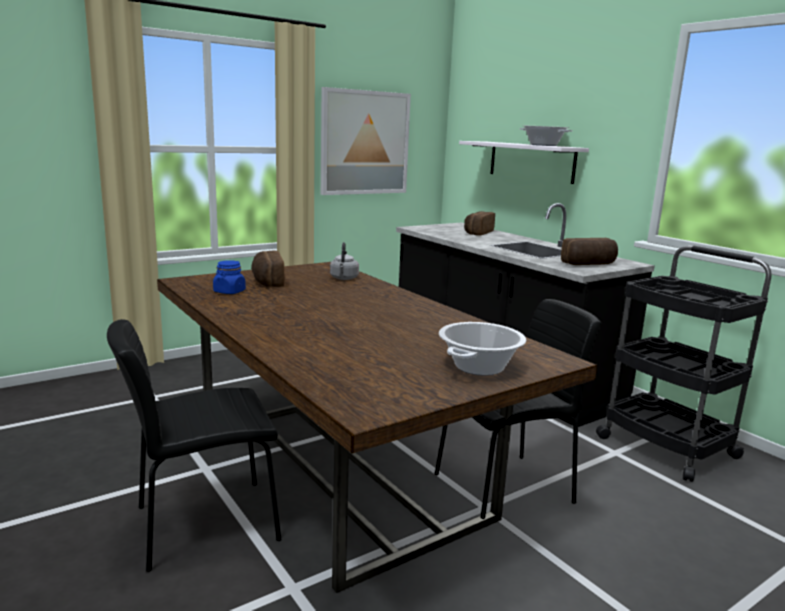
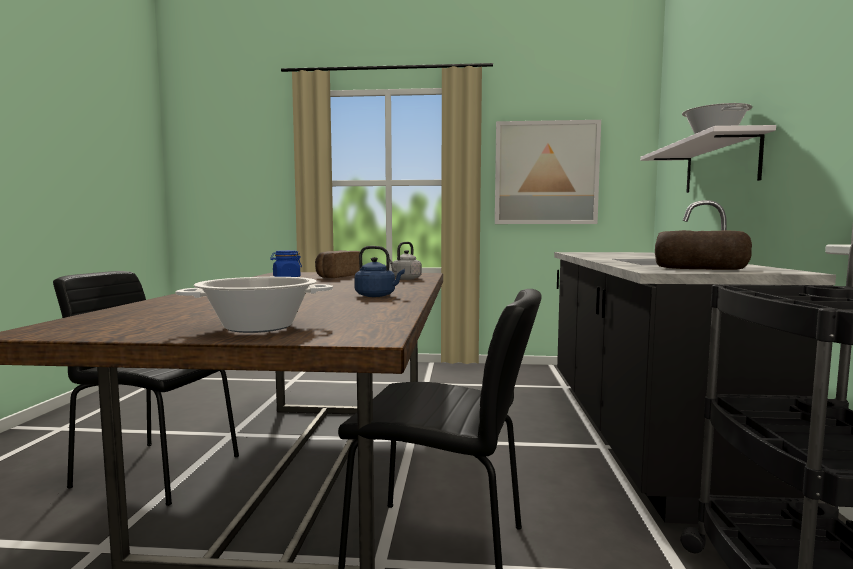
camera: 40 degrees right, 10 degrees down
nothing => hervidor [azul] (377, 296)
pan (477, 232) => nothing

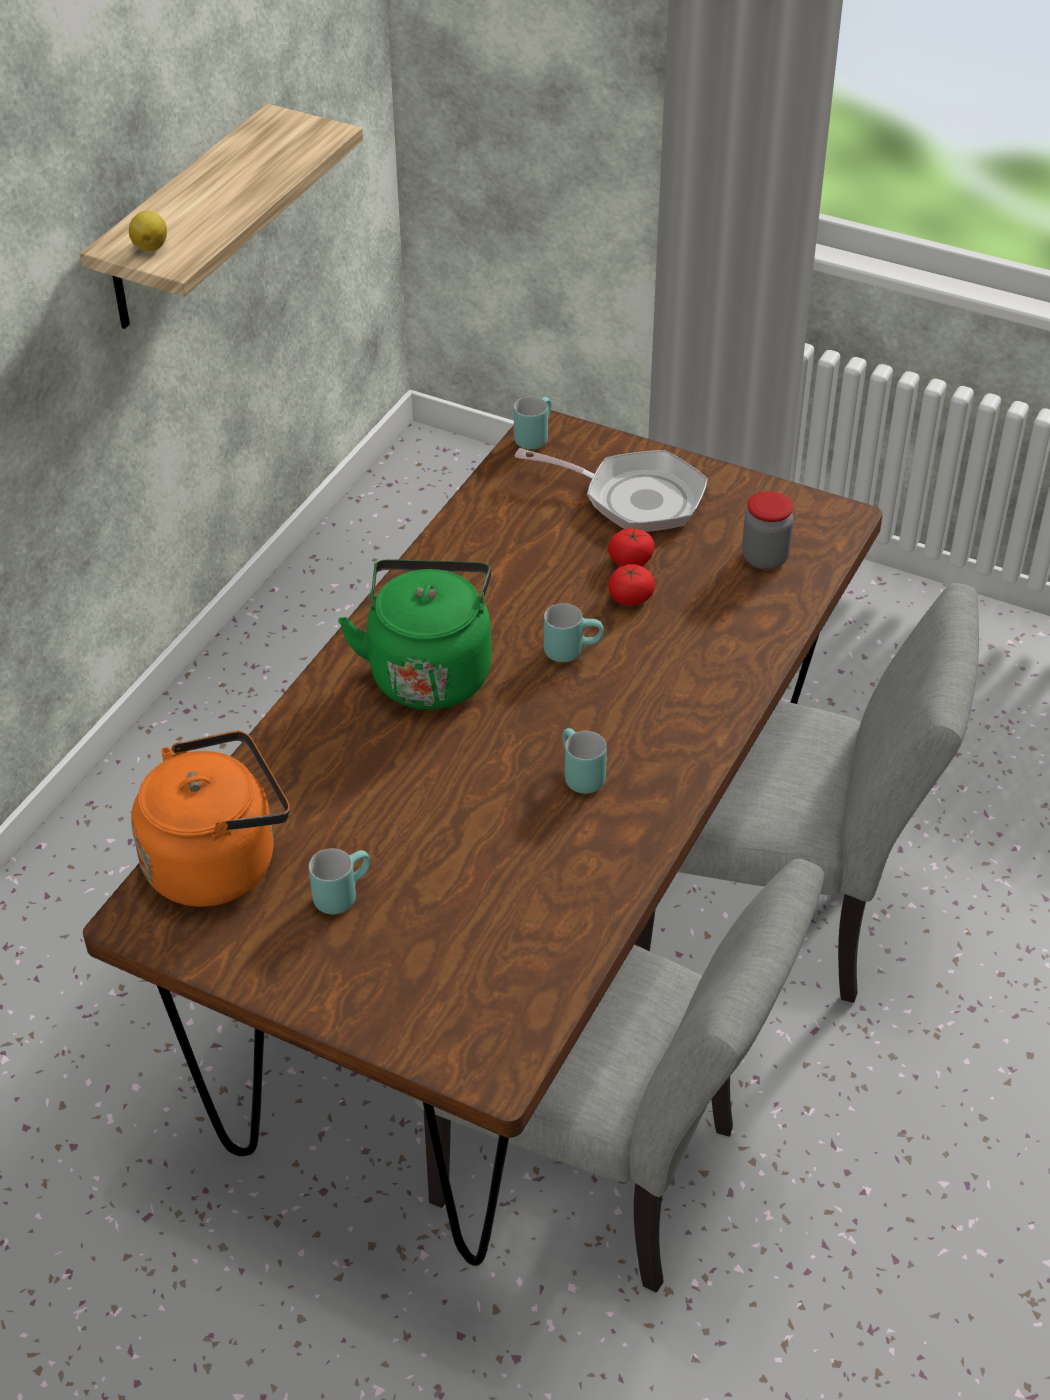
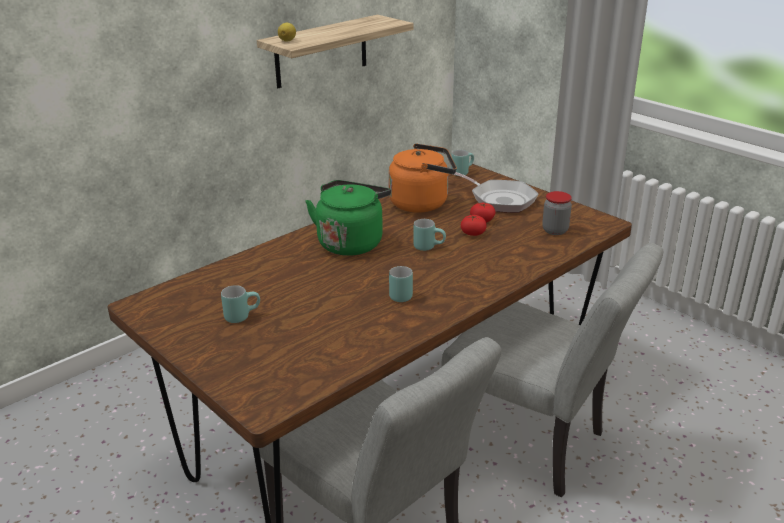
camera: 20 degrees right, 15 degrees down
hervidor [naranja] (218, 861) => hervidor [naranja] (422, 203), move

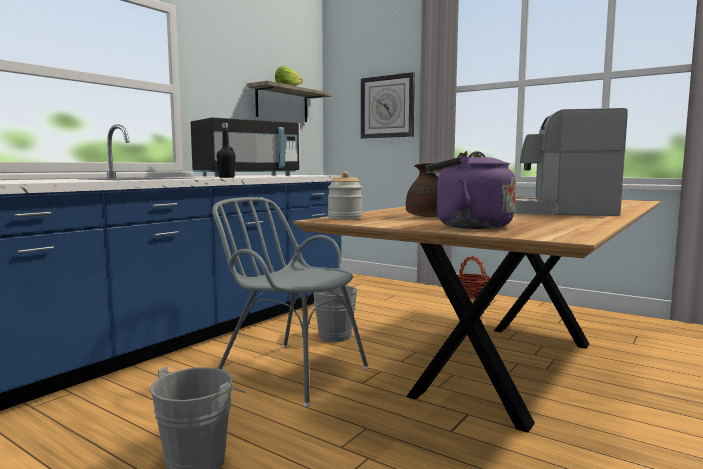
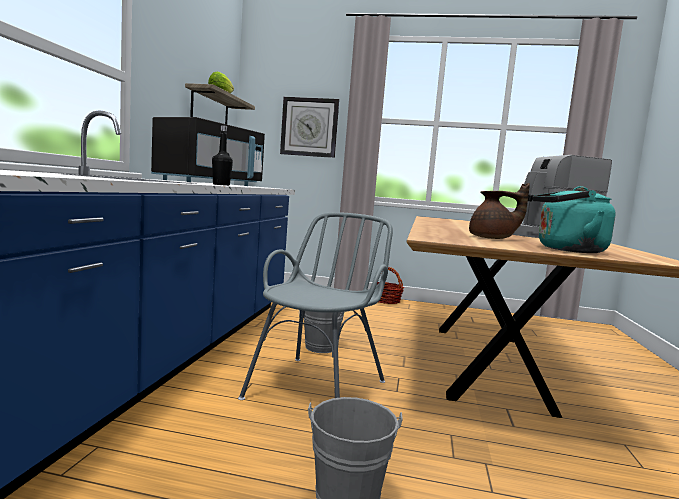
camera: 25 degrees left, 0 degrees up
silla [gris] (288, 370) => silla [gris] (318, 386), 105 degrees clockwise
hervidor [morado] (468, 226) => hervidor [turquesa] (566, 250)
tarro (345, 218) => nothing

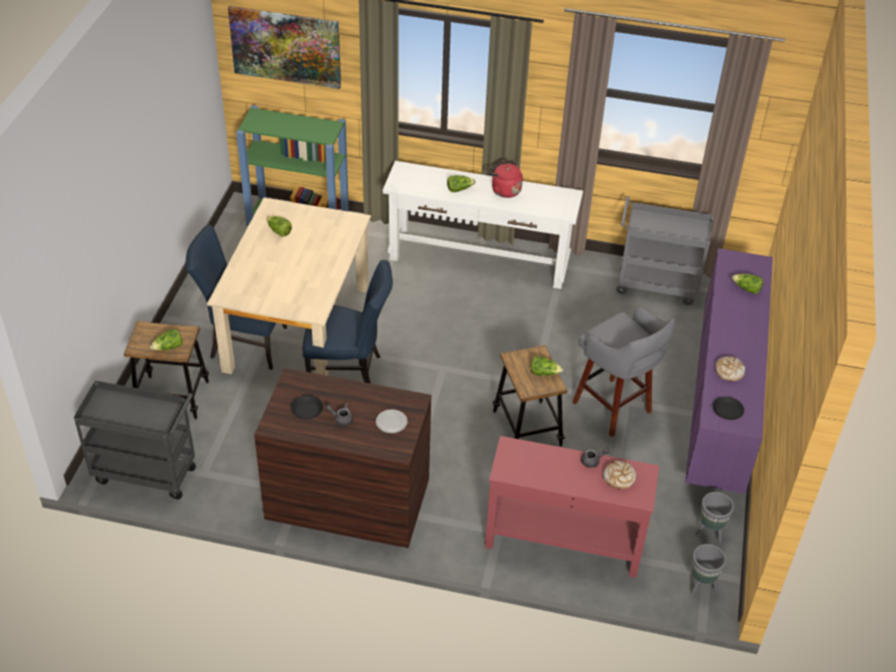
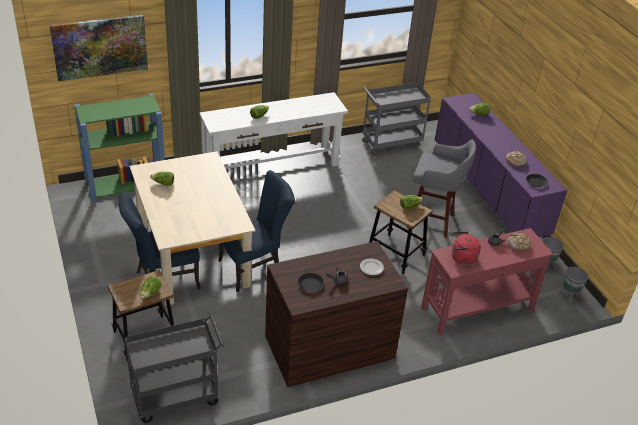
camera: 35 degrees left, 5 degrees down
hervidor [rojo] (504, 190) => hervidor [rojo] (462, 258), move

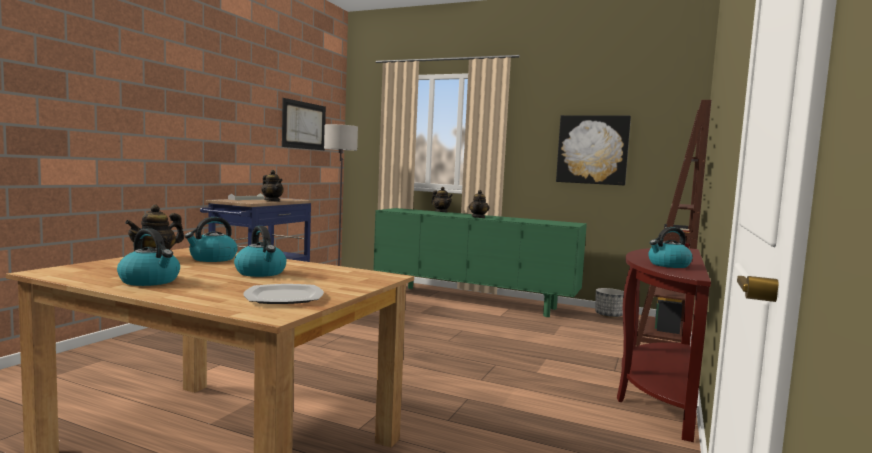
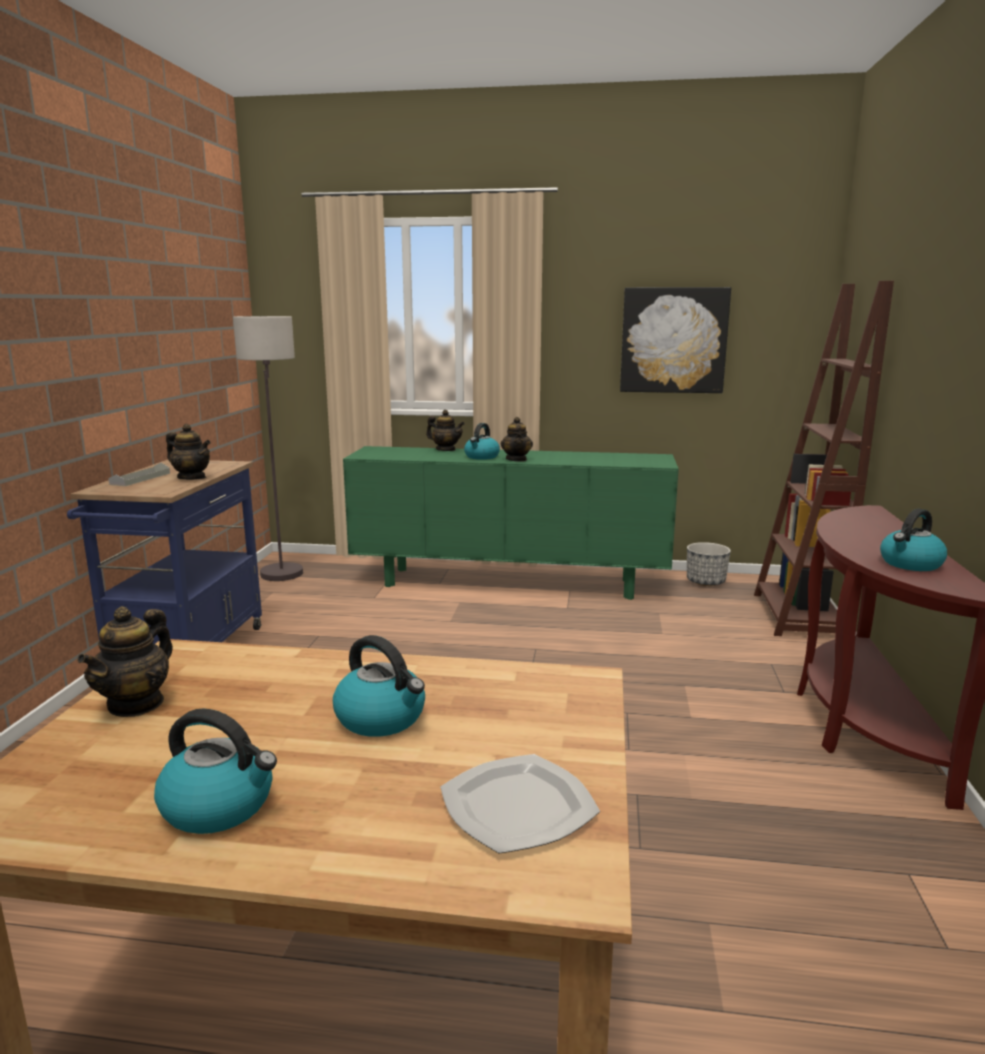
camera: 15 degrees left, 10 degrees up
hervidor (212, 259) => hervidor (481, 457), move
cuadro (304, 125) => nothing

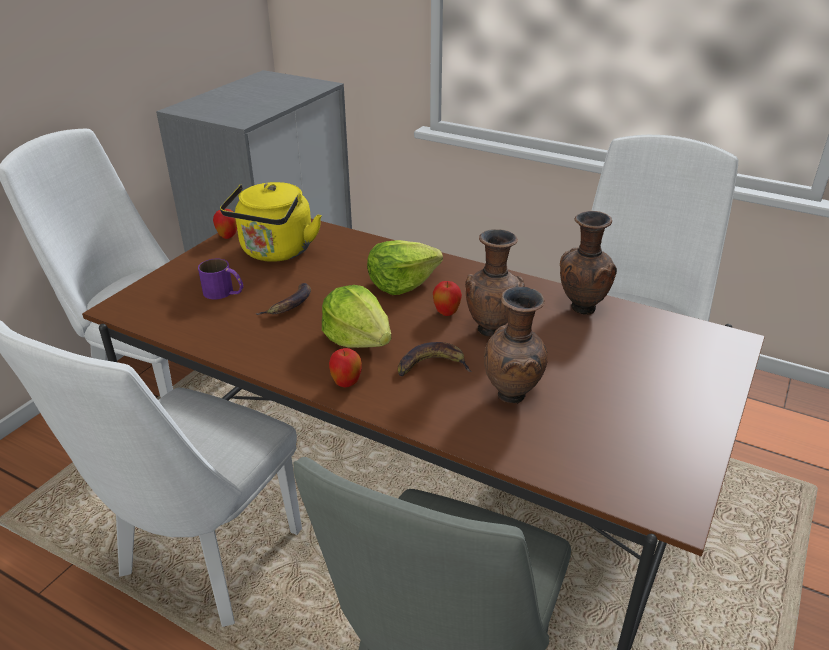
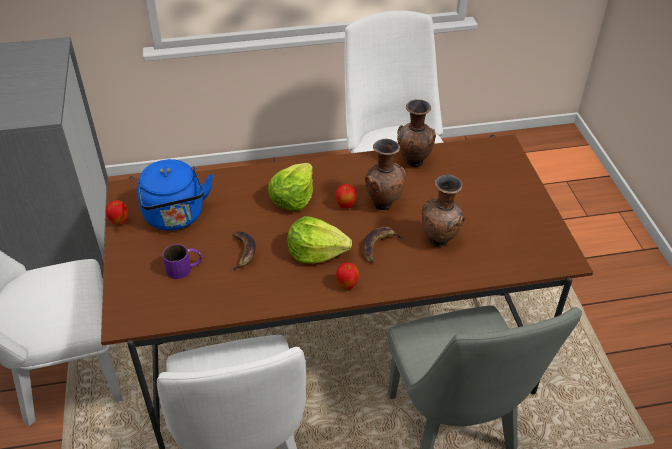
camera: 40 degrees left, 10 degrees up
hervidor [amarillo] (275, 252) => hervidor [azul] (176, 217)

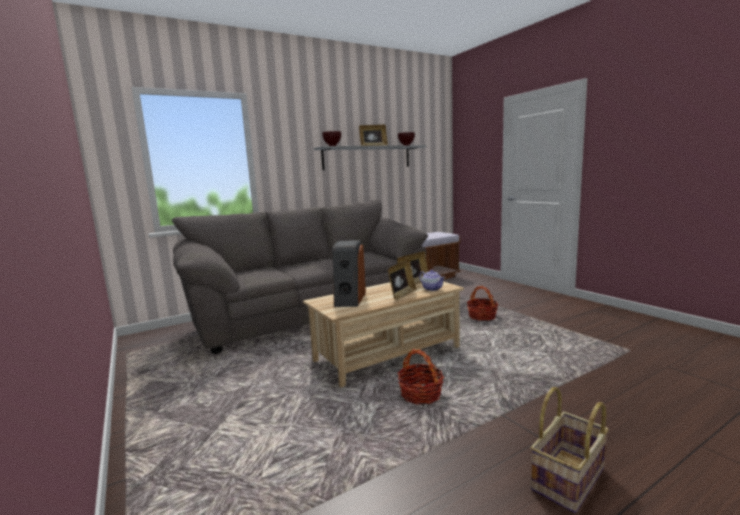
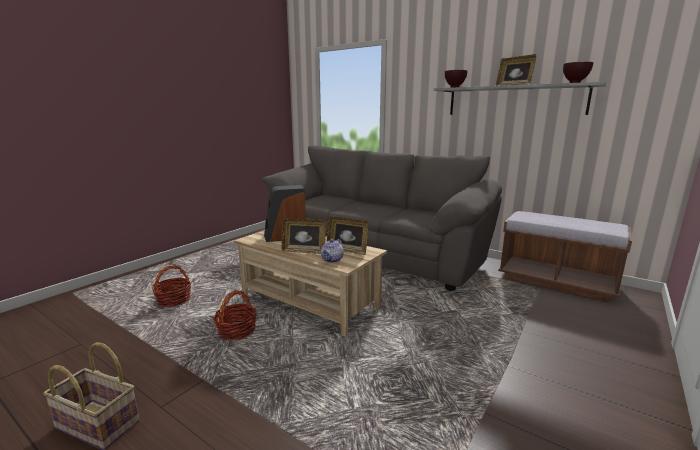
camera: 65 degrees right, 5 degrees up
cesta (482, 316) => cesta (174, 300), move

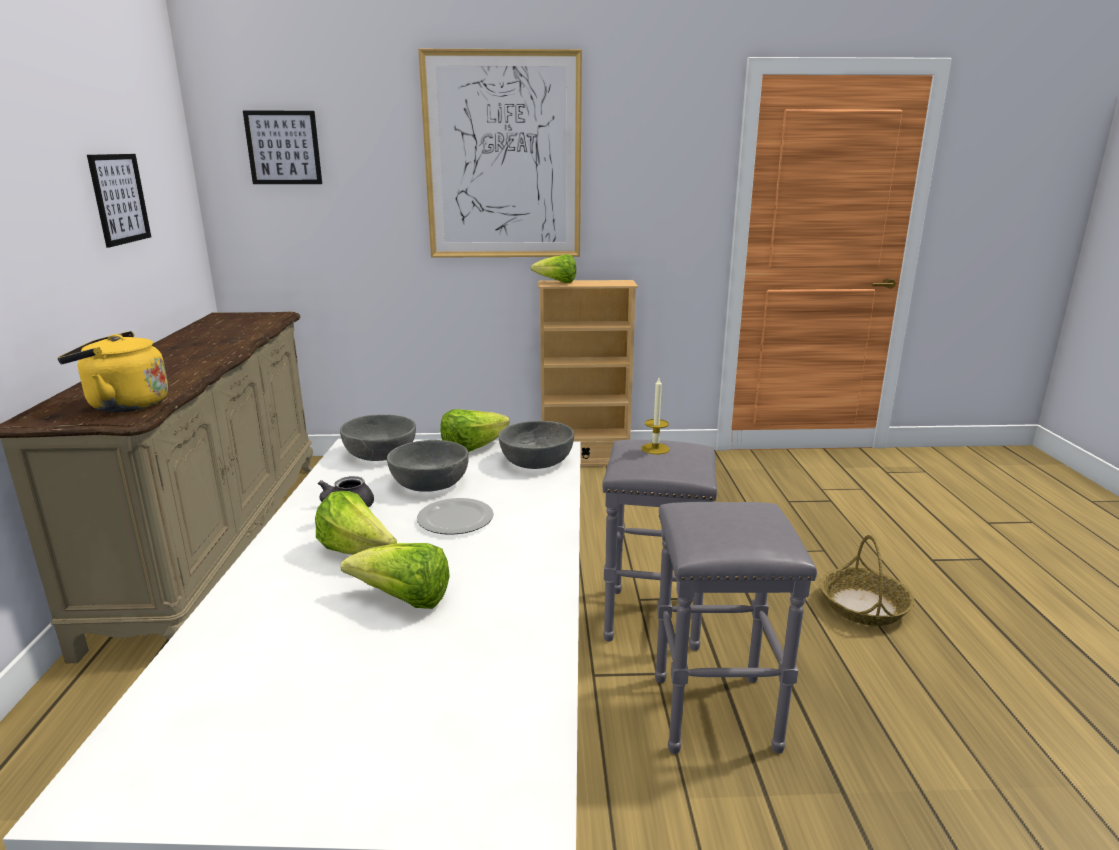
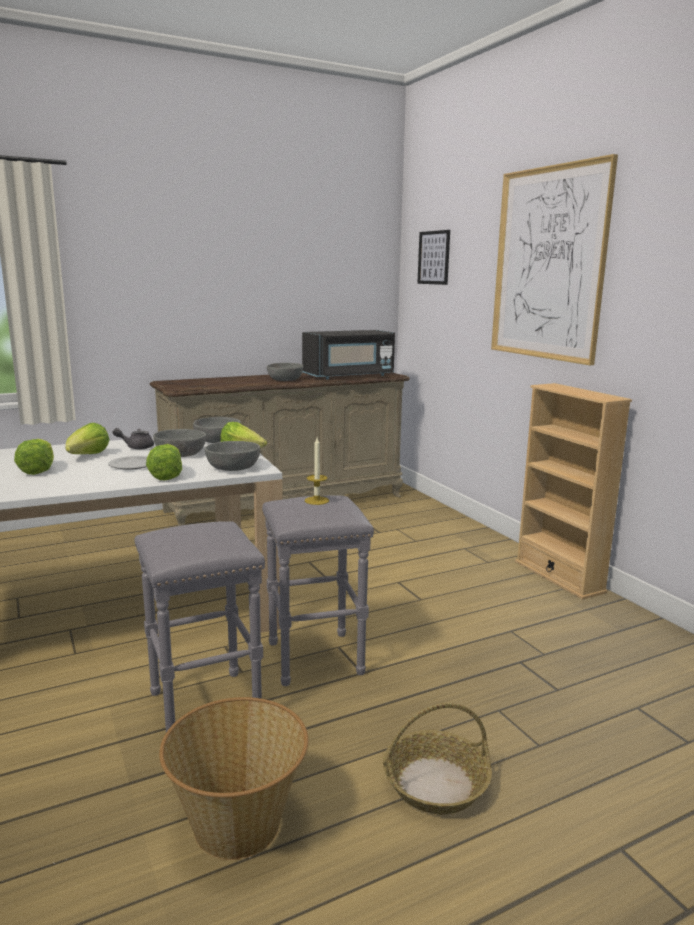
camera: 65 degrees right, 5 degrees down
lechuga (557, 282) => lechuga (166, 476), move
nothing => cesta (238, 826)
nothing => cuenco [gris] (285, 380)
nothing => microondas [negro] (349, 376)
hervidor [amarillo] (123, 405) => nothing
cuadro (119, 199) => nothing

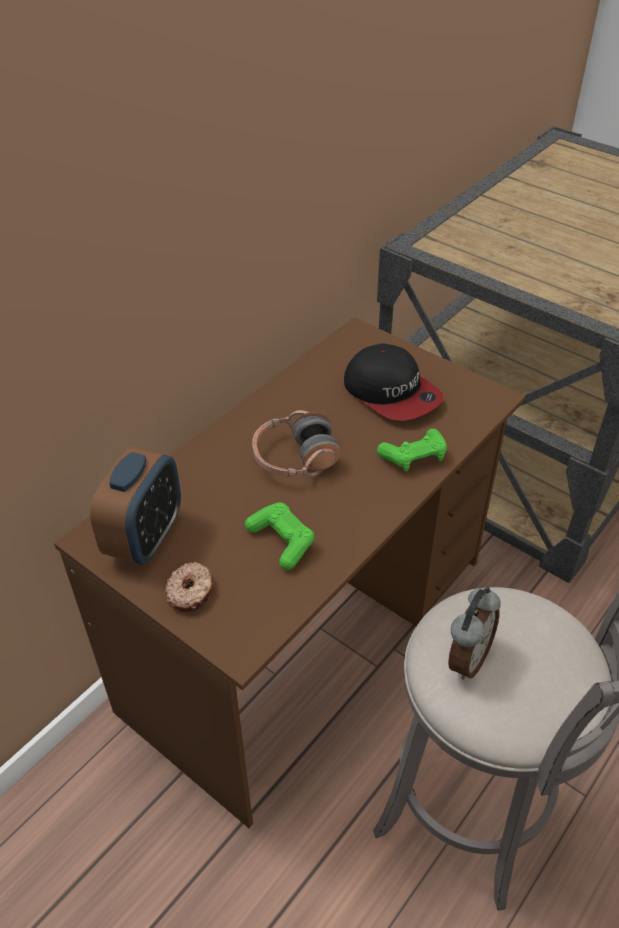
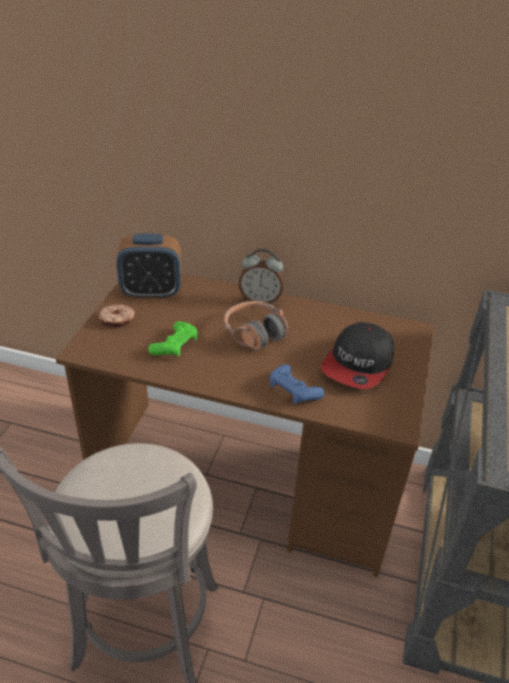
camera: 65 degrees right, 5 degrees down
despertador (467, 658) => despertador (260, 300), move
mando de consola [verde] (414, 457) => mando de consola [azul] (293, 391)

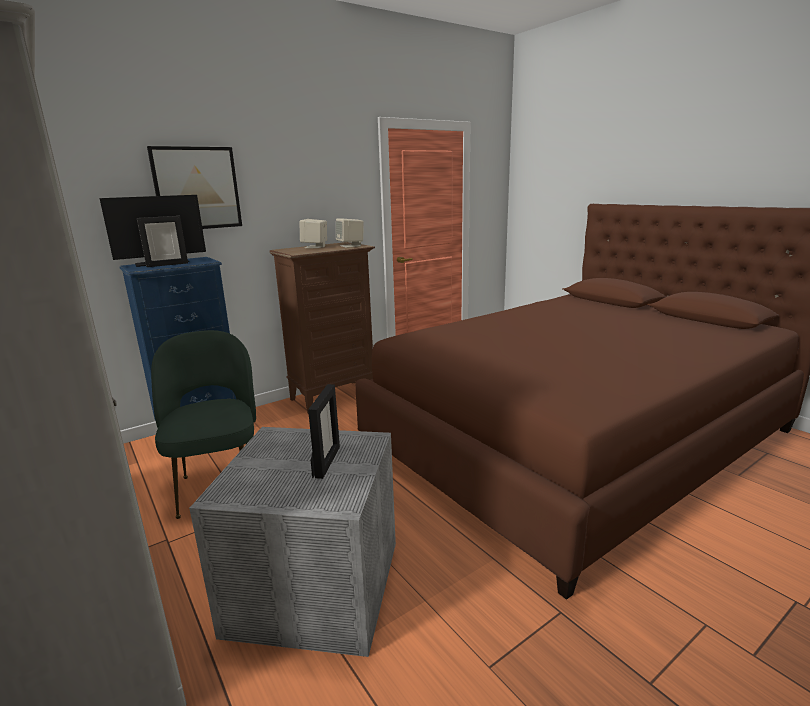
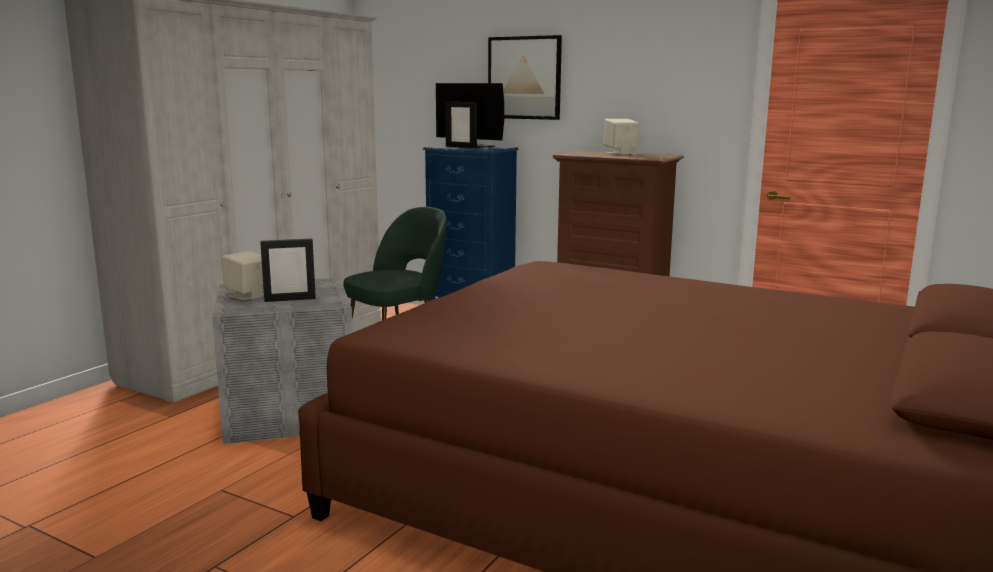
camera: 65 degrees right, 5 degrees down
altavoz [beis] (350, 246) => altavoz [beis] (248, 295), move

